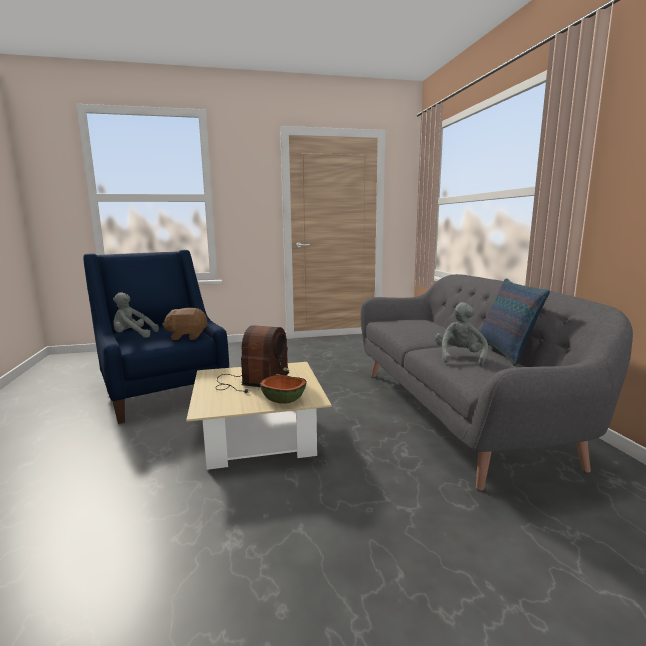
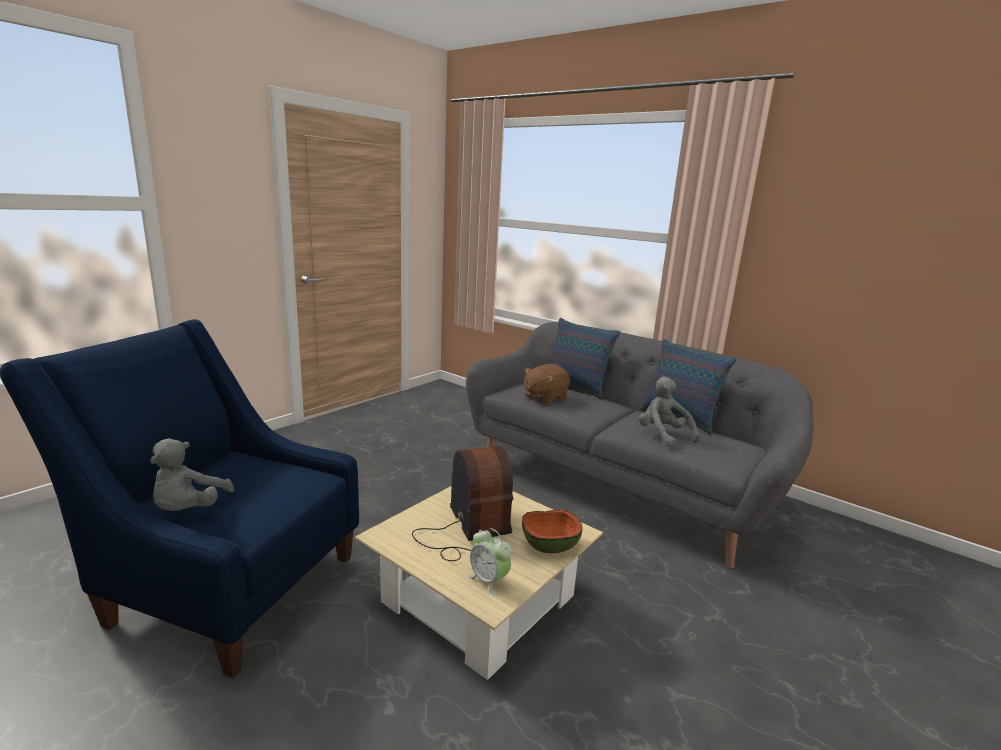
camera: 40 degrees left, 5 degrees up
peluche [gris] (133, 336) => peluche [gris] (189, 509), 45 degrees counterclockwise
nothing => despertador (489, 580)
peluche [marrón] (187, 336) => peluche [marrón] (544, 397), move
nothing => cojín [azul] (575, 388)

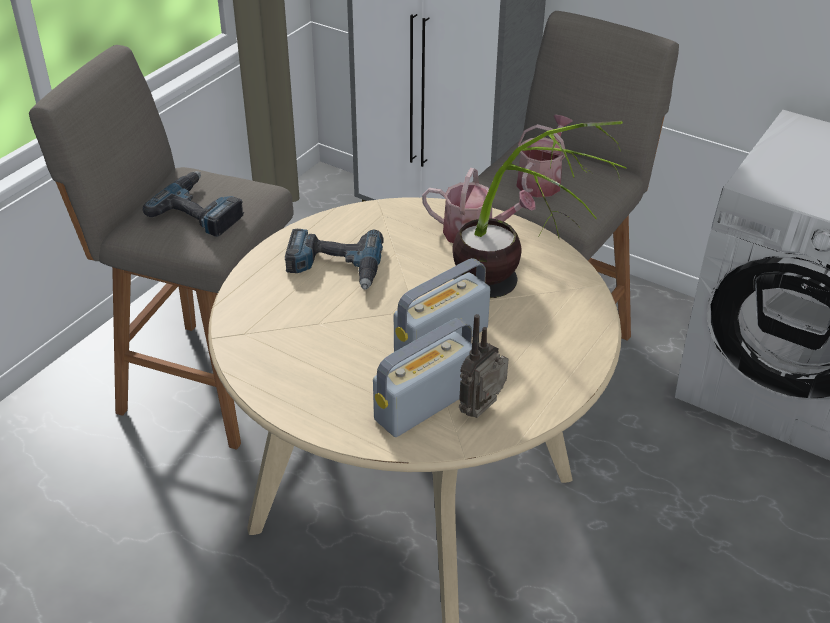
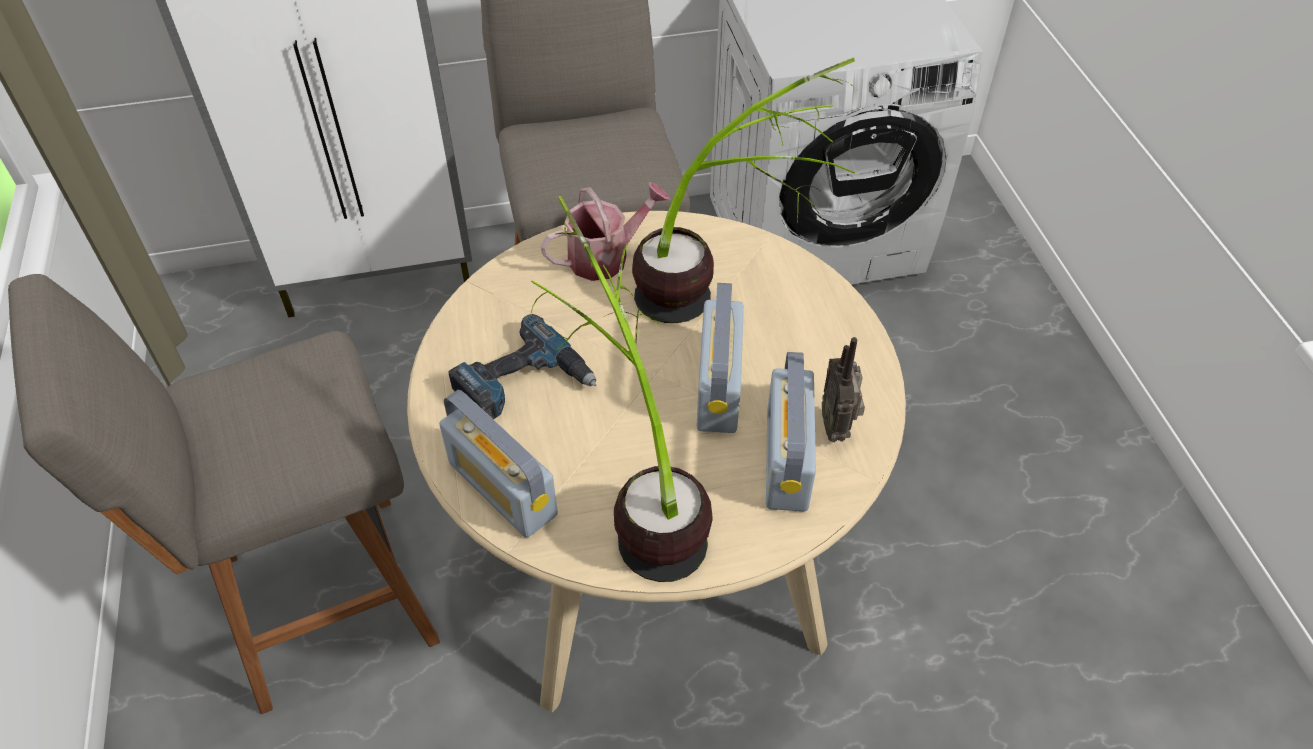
camera: 45 degrees left, 10 degrees up
nothing => radio (502, 488)
nothing => planta en maceta (637, 499)
taladro (201, 210) => nothing
regadera (541, 181) => nothing

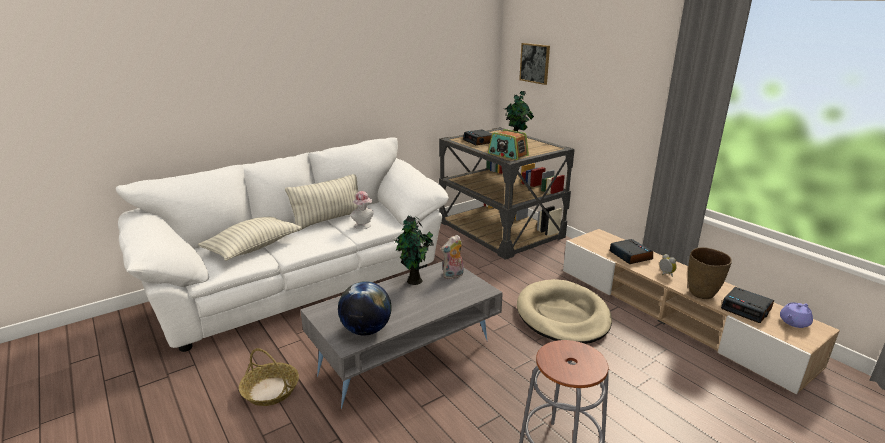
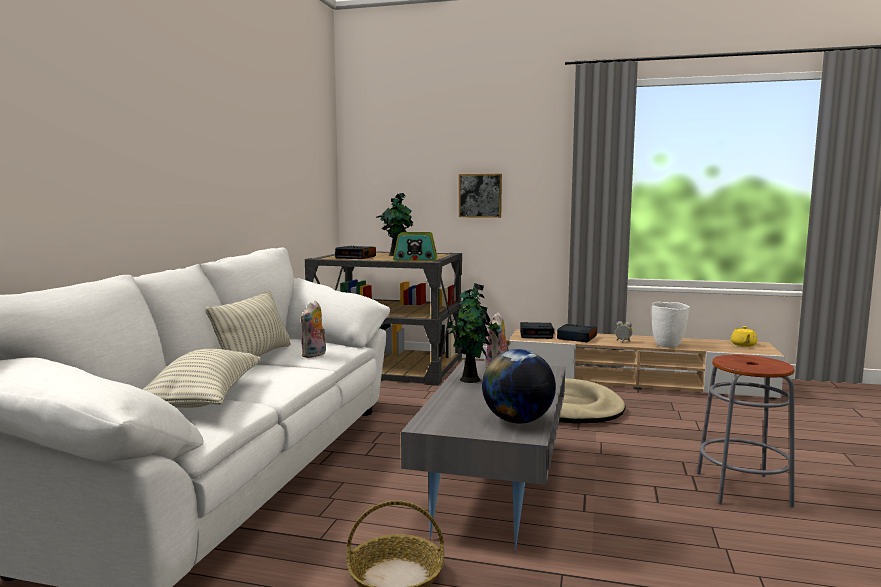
camera: 40 degrees left, 15 degrees down
sombrero (363, 226) => peluche (314, 355)
cuadro (535, 63) => cuadro (480, 195), move
despertador (746, 309) => despertador (536, 335), move
florero [marrón] (702, 294) => florero [blanco] (668, 345)
tetera [morado] (793, 322) => tetera [amarillo] (743, 345)

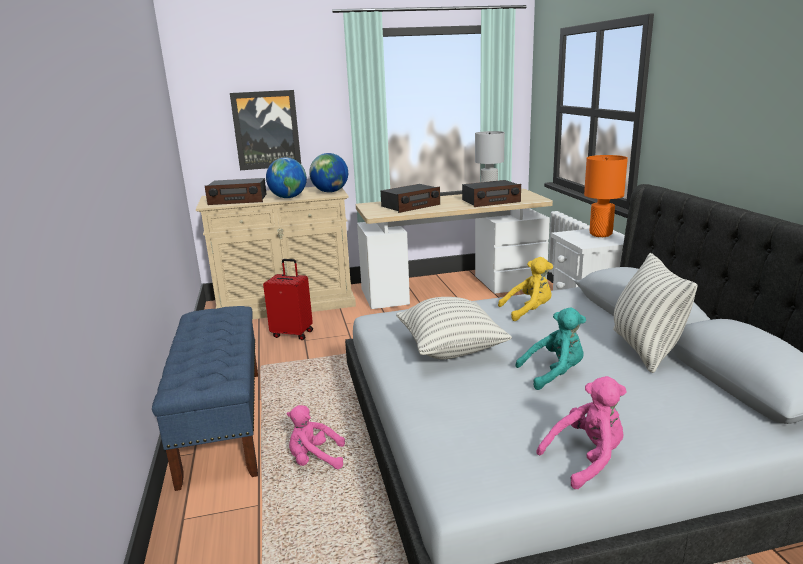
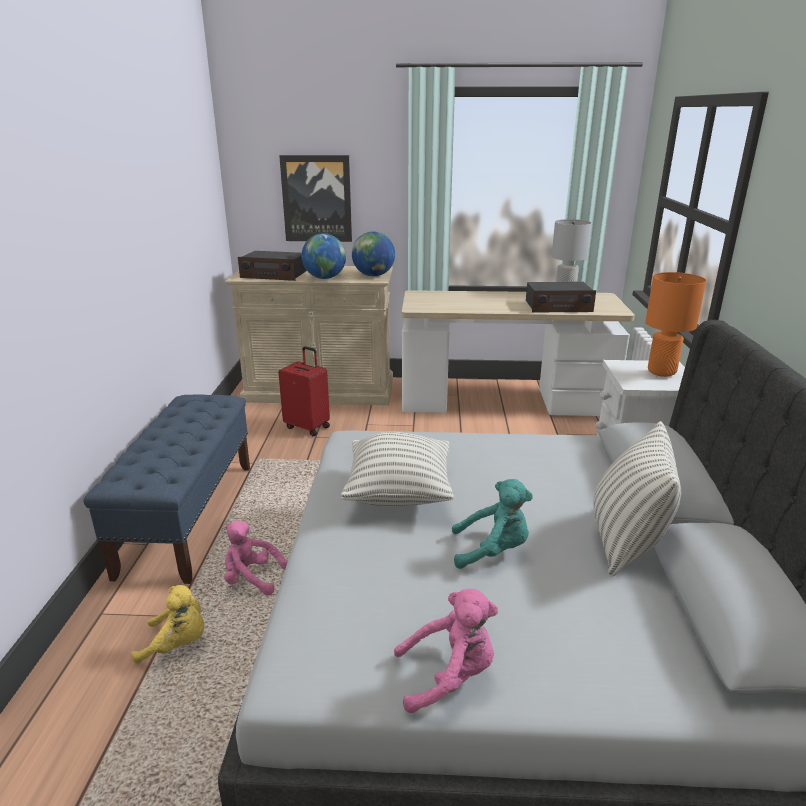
camera: 15 degrees right, 5 degrees up
peluche [amarillo] (528, 311) => peluche [amarillo] (178, 644), move
radio (410, 206) => nothing

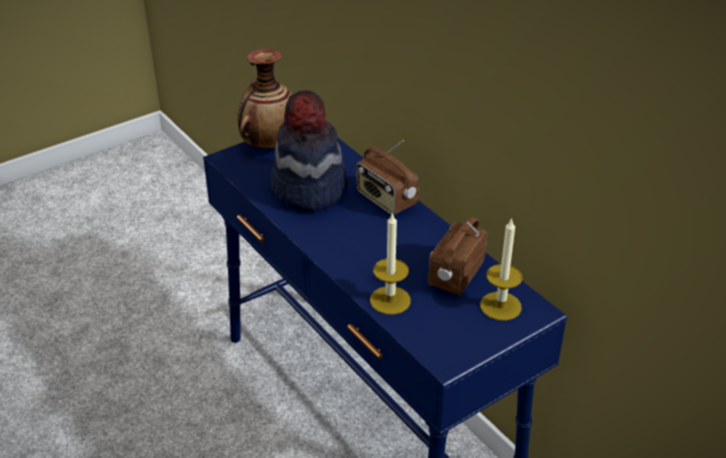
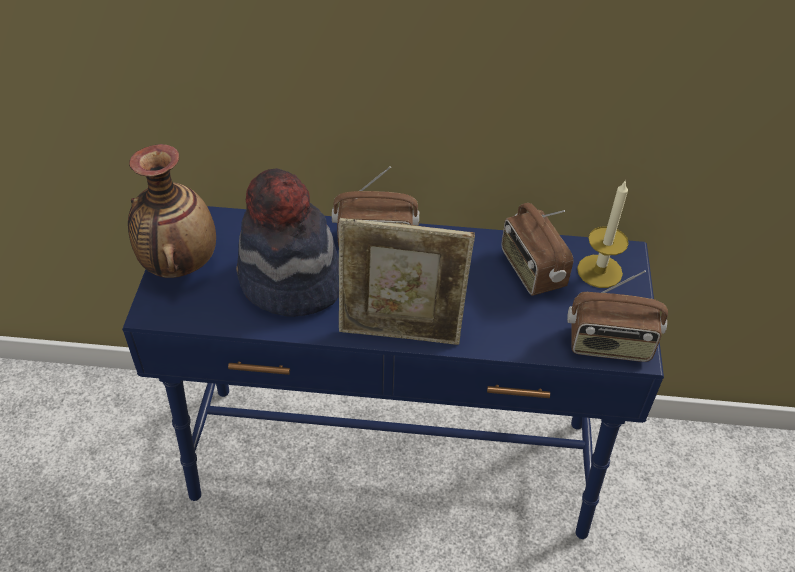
camera: 50 degrees left, 10 degrees up
nothing => portarretratos (401, 332)
nothing => radio (609, 345)
vela (390, 300) => nothing

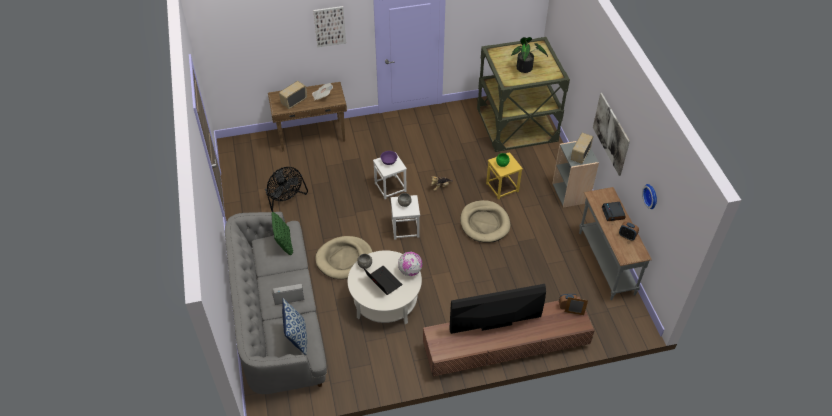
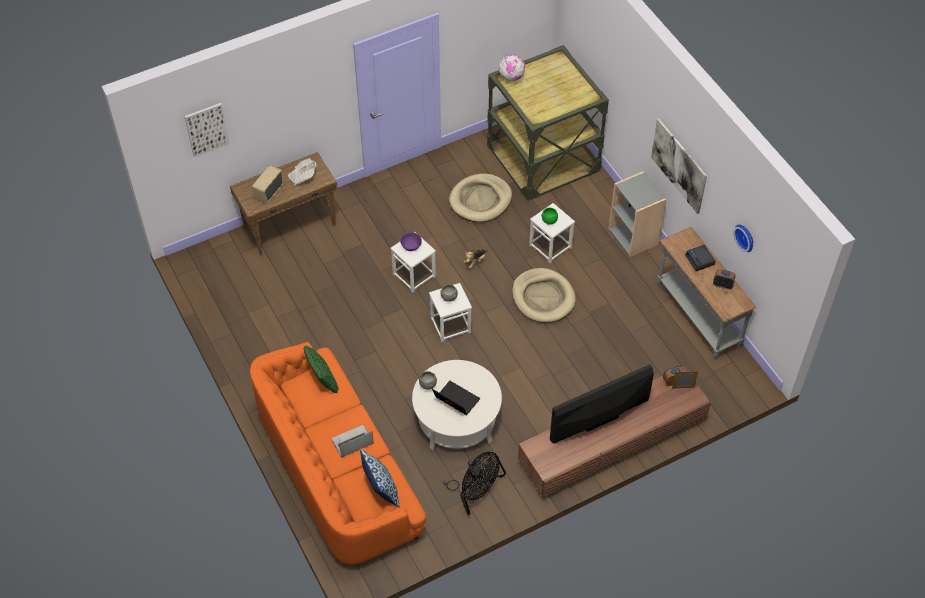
camera: 15 degrees left, 5 degrees up
cuadro (330, 26) => cuadro (207, 129), move
sofá [gris] (278, 317) => sofá [naranja] (337, 470)
ventilador [negro] (284, 198) => ventilador [negro] (474, 490), move
cama para perro [beis] (344, 259) => cama para perro [beis] (480, 200), move
globo terráqueo (410, 271) => globo terráqueo (511, 77), move
taburete [amarillo] (502, 187) => taburete [blanco] (550, 246)
planta en maceta (526, 69) => nothing
radio (580, 155) => nothing

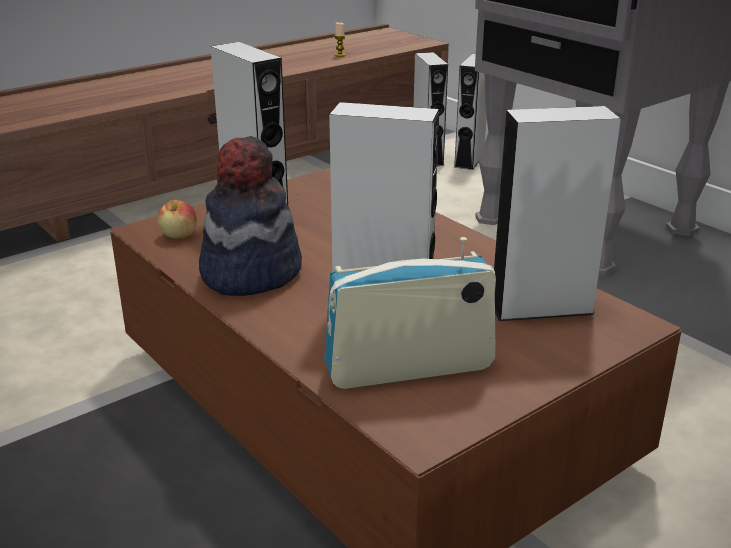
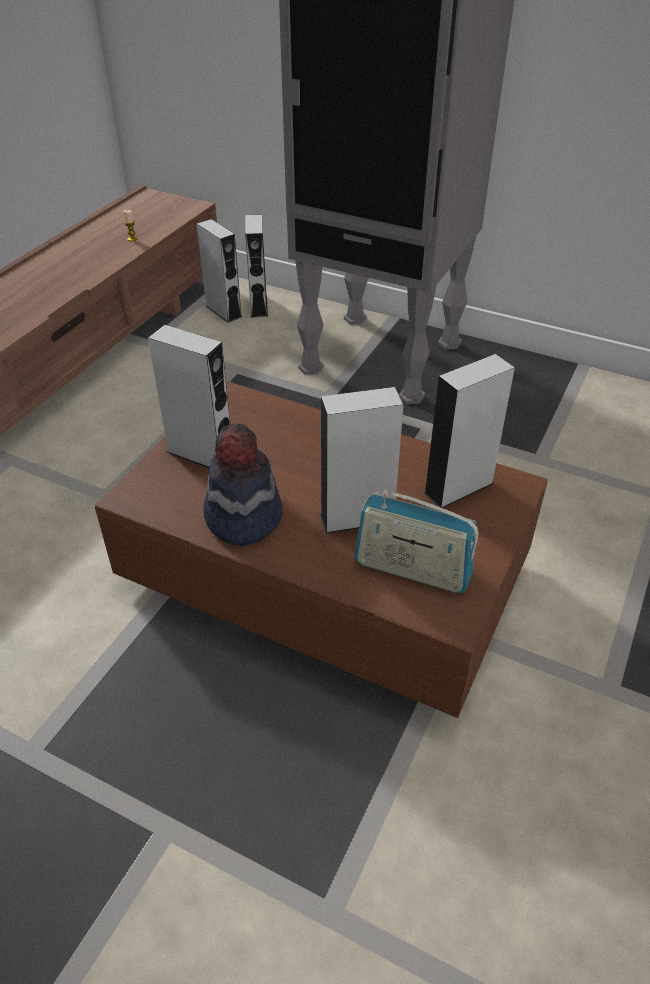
camera: 25 degrees left, 15 degrees up
radio (409, 368) => radio (412, 569), 120 degrees counterclockwise
manzana (179, 235) => nothing

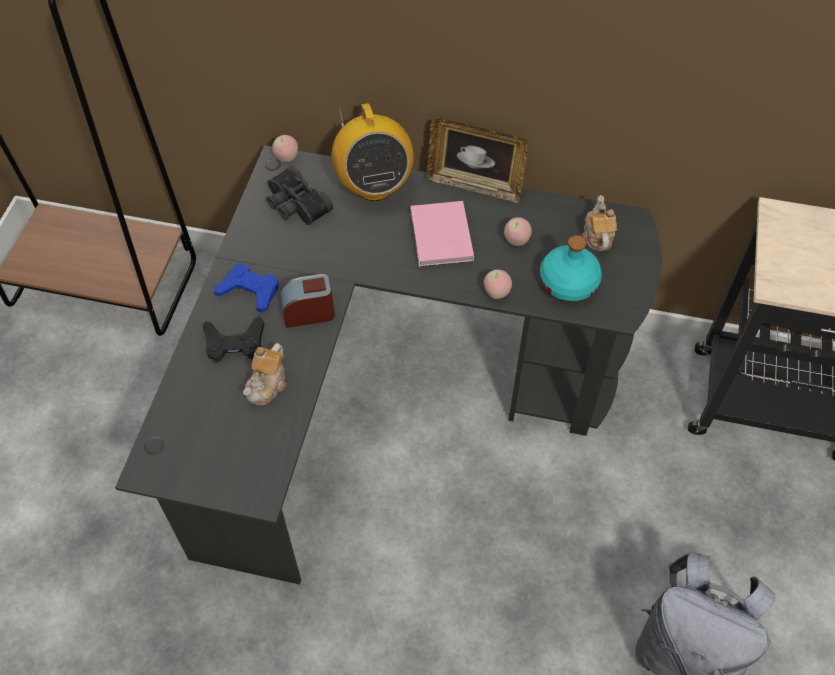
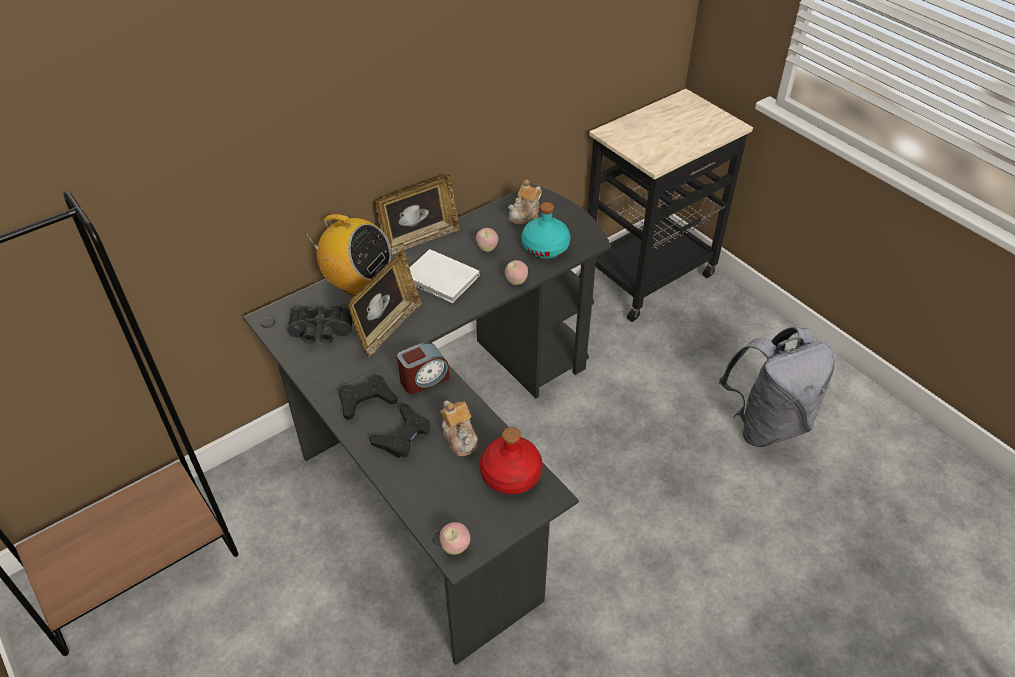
camera: 50 degrees left, 10 degrees down
mando de consola [azul] (249, 291) => mando de consola [negro] (366, 400)
nothing => portarretratos (387, 327)
despertador (309, 312) => despertador (424, 379), 150 degrees counterclockwise
libro [rosa] (440, 238) => libro [blanco] (442, 279)
manzana (286, 158) => manzana (455, 547), move
nothing => botella [rojo] (510, 475)
tetera (597, 236) => tetera (525, 214), 90 degrees counterclockwise

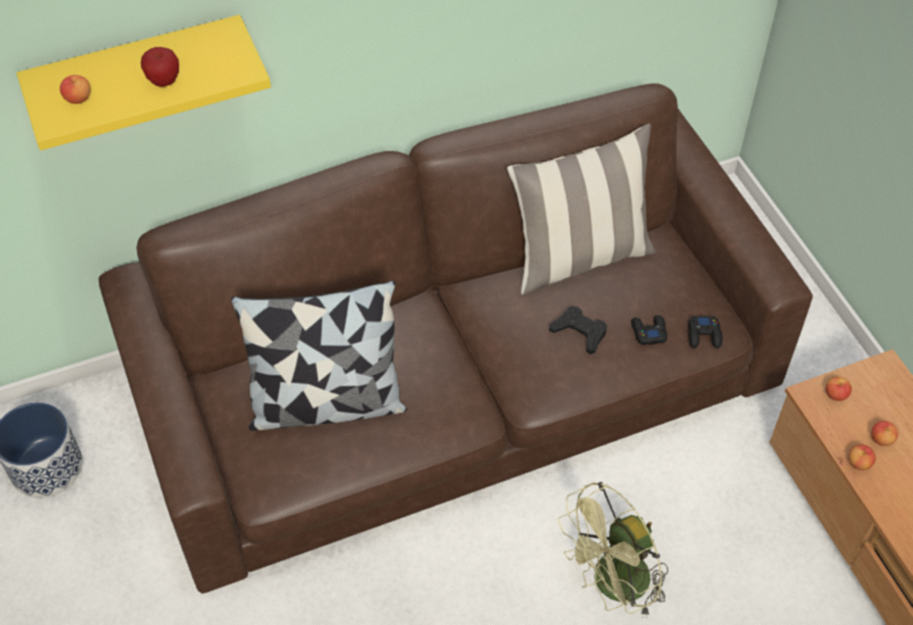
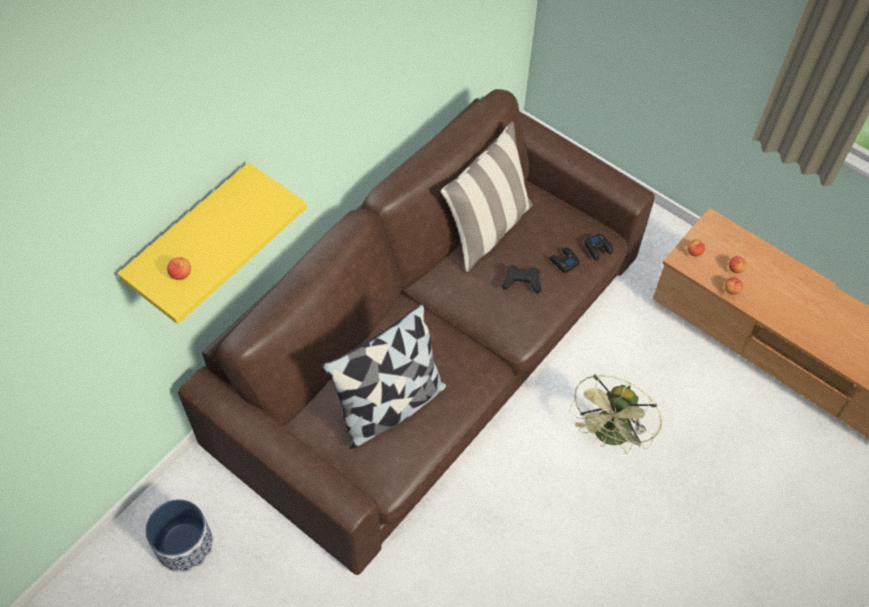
camera: 30 degrees left, 5 degrees up
manzana (164, 81) => nothing

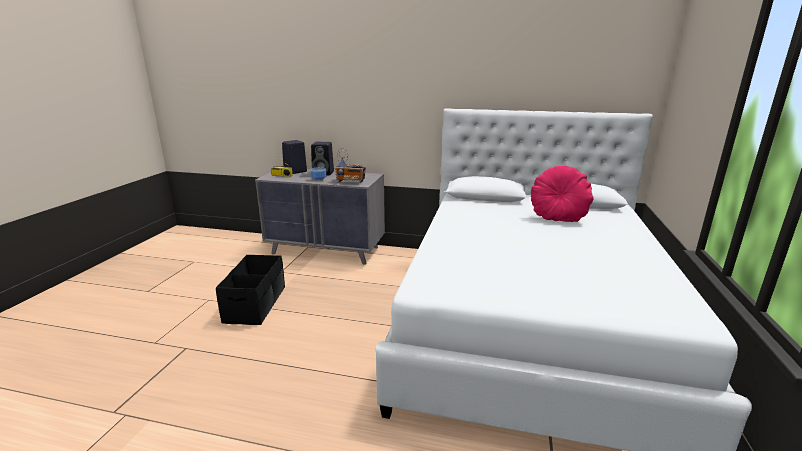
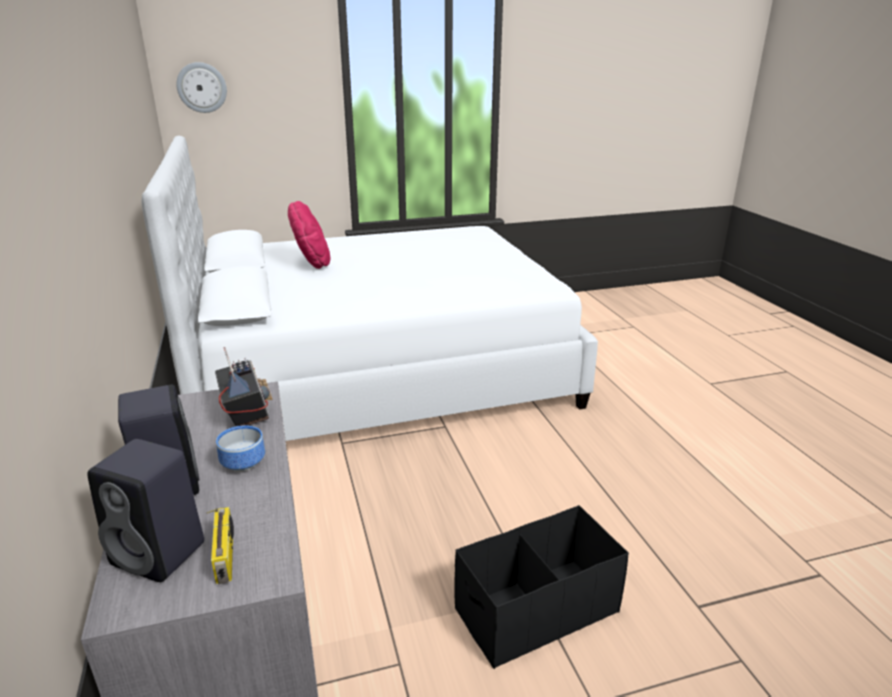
camera: 120 degrees left, 5 degrees up
nothing => reloj de pared (202, 87)

